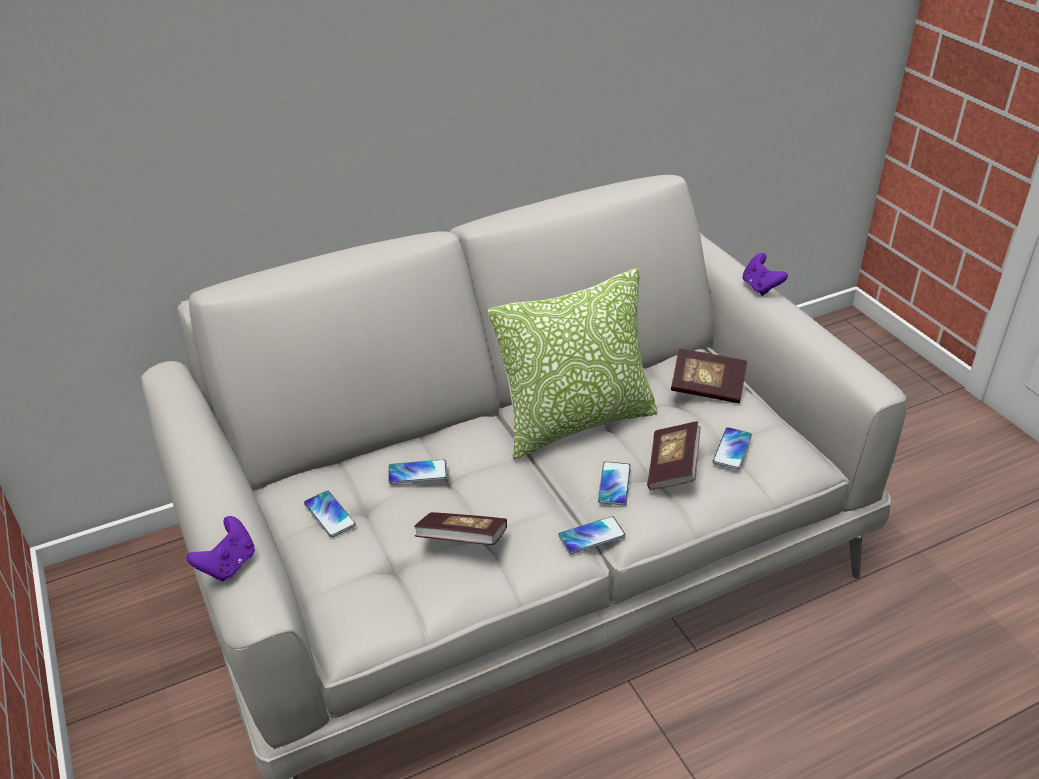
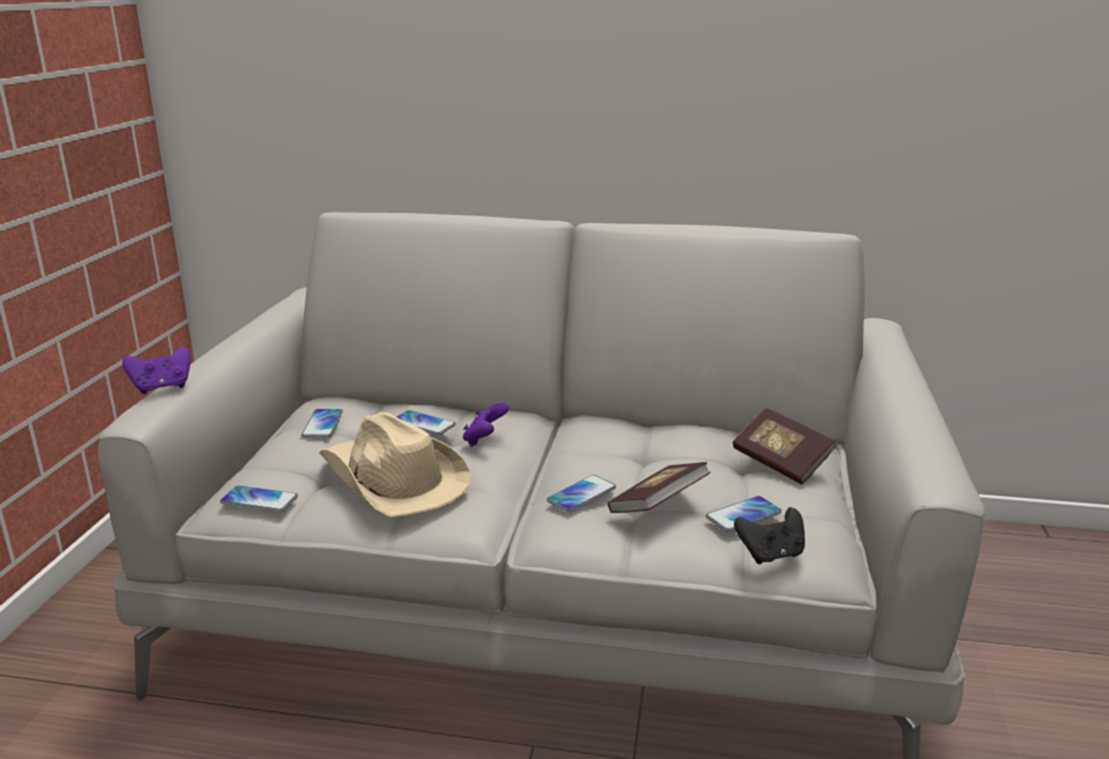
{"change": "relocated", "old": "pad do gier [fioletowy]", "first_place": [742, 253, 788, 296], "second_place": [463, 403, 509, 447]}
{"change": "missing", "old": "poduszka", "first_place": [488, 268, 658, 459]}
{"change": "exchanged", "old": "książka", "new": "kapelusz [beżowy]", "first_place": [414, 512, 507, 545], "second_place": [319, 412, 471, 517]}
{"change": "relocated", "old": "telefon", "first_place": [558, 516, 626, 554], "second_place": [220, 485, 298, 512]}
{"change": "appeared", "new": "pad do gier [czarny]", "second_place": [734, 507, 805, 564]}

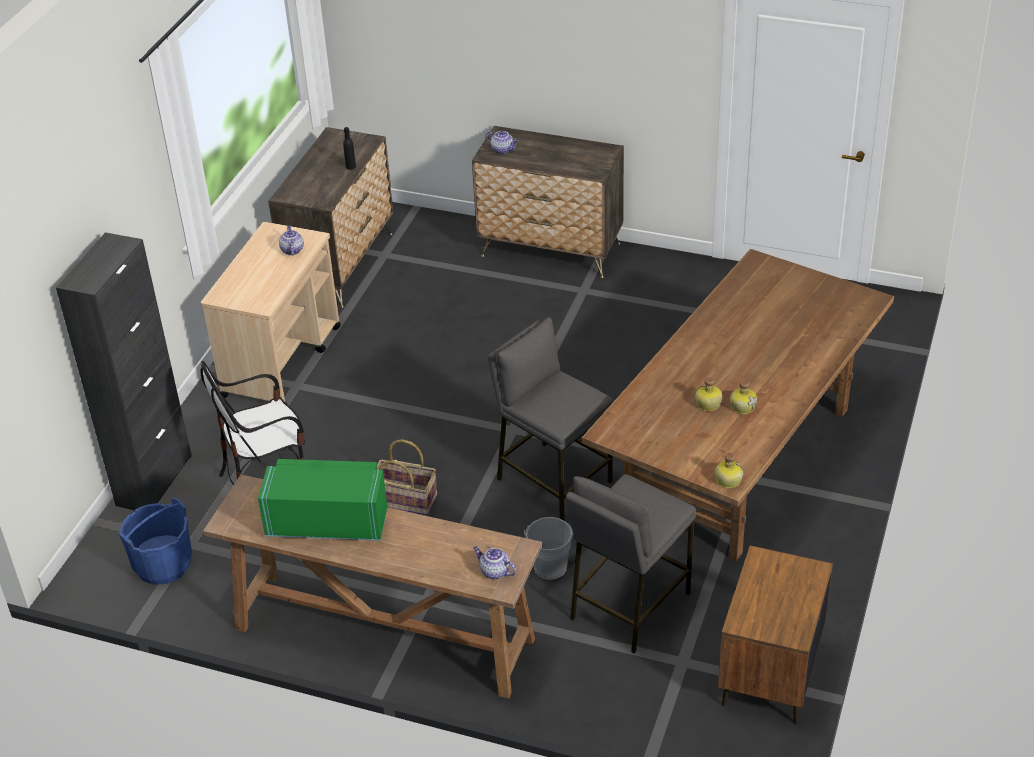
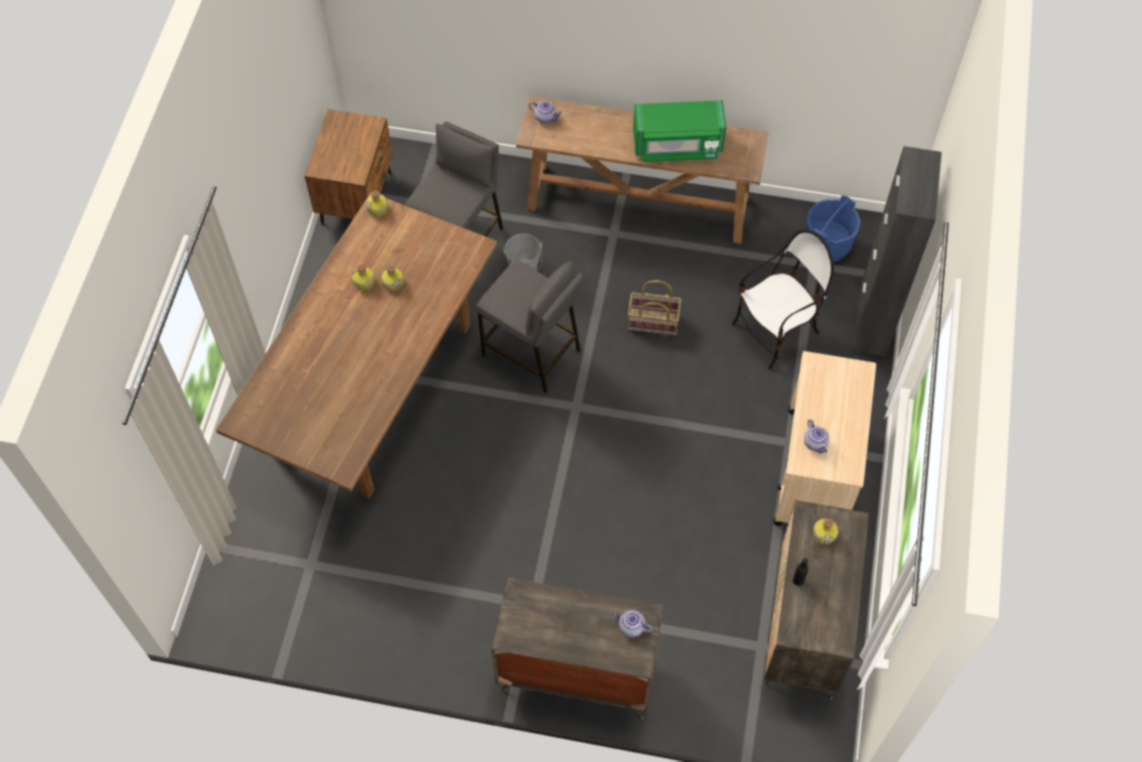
{"change": "appeared", "new": "butelka", "second_place": [813, 518, 838, 544]}

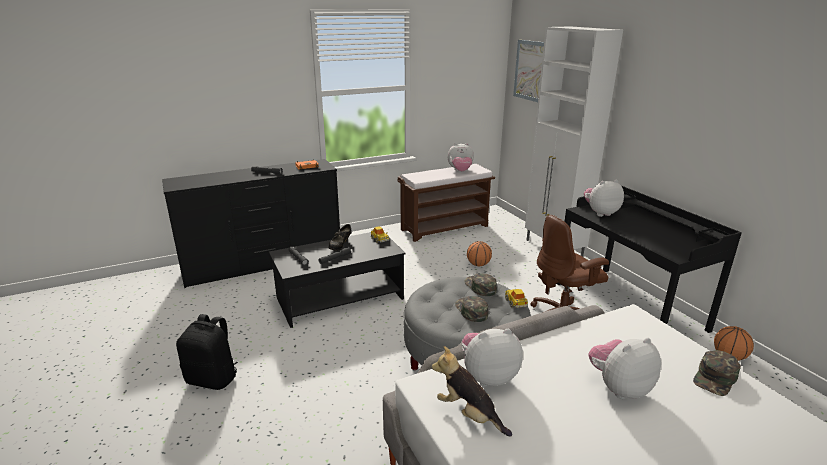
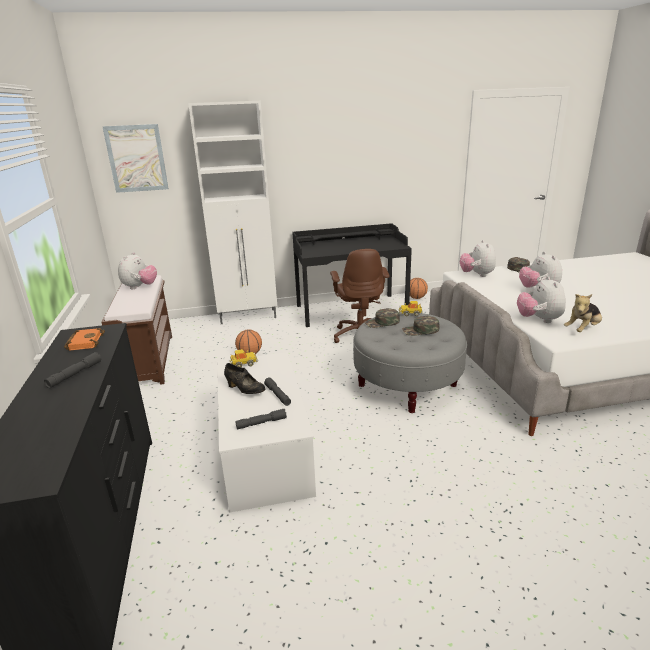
{"change": "relocated", "old": "pluszak", "first_place": [584, 180, 624, 217], "second_place": [460, 240, 496, 277]}
{"change": "colour", "old": "ława [czarny]", "new": "ława [biały]", "first_place": [269, 232, 406, 328], "second_place": [217, 352, 316, 513]}
{"change": "missing", "old": "plecak [czarny]", "first_place": [176, 314, 238, 390]}

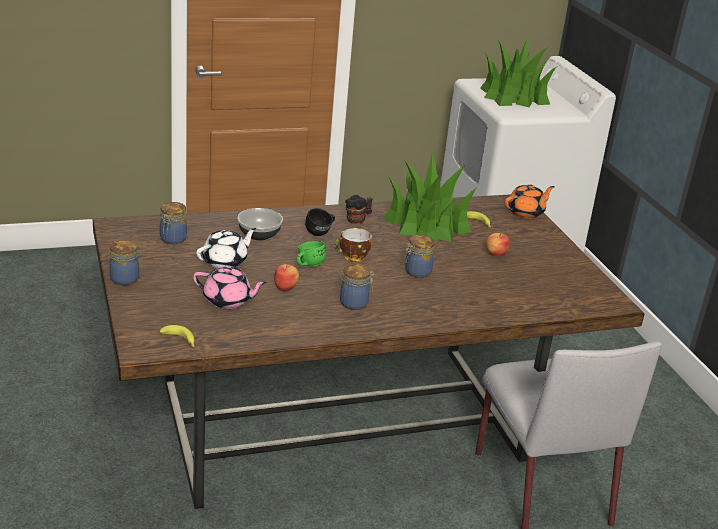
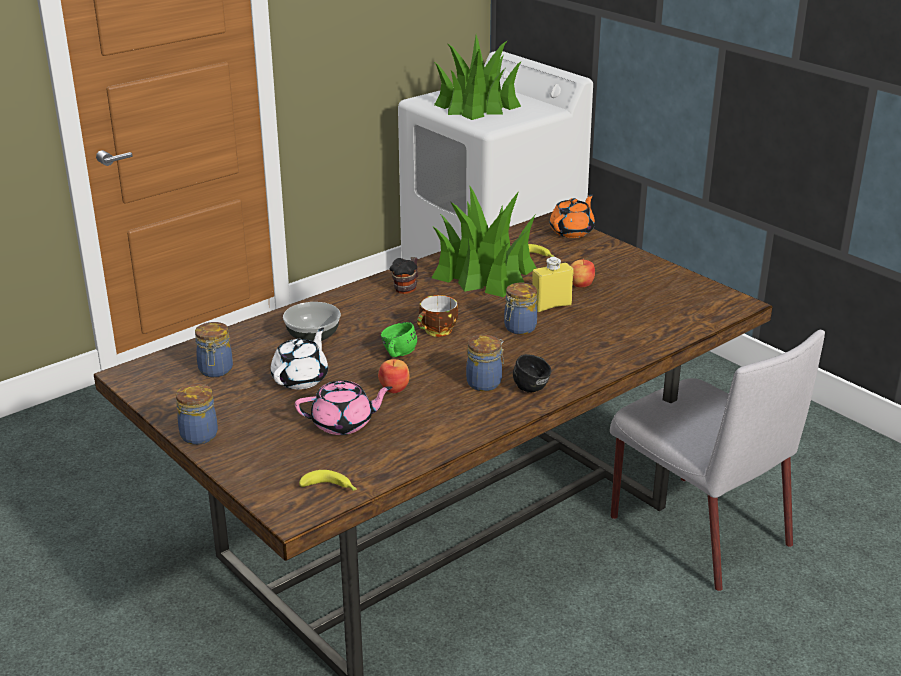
{"change": "relocated", "old": "kubek [czarny]", "first_place": [305, 208, 335, 236], "second_place": [513, 354, 551, 393]}
{"change": "appeared", "new": "butelka [żółty]", "second_place": [532, 257, 574, 312]}

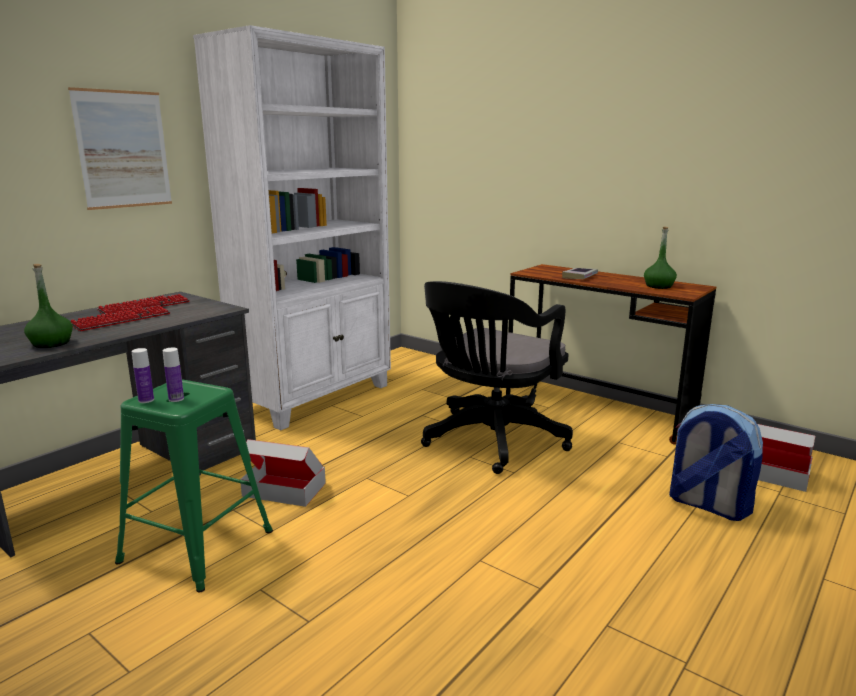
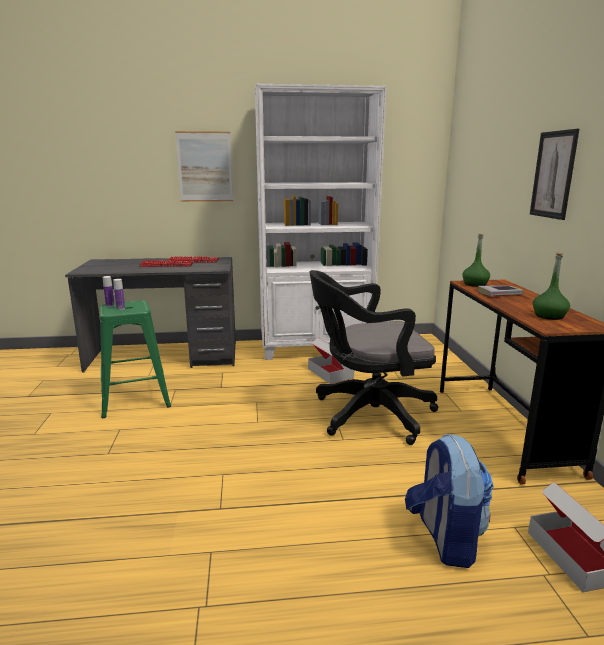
{"change": "relocated", "old": "butelka [zielony]", "first_place": [24, 264, 73, 348], "second_place": [462, 234, 490, 287]}
{"change": "relocated", "old": "karton", "first_place": [240, 439, 326, 507], "second_place": [308, 337, 354, 384]}
{"change": "appeared", "new": "obraz", "second_place": [530, 129, 579, 220]}

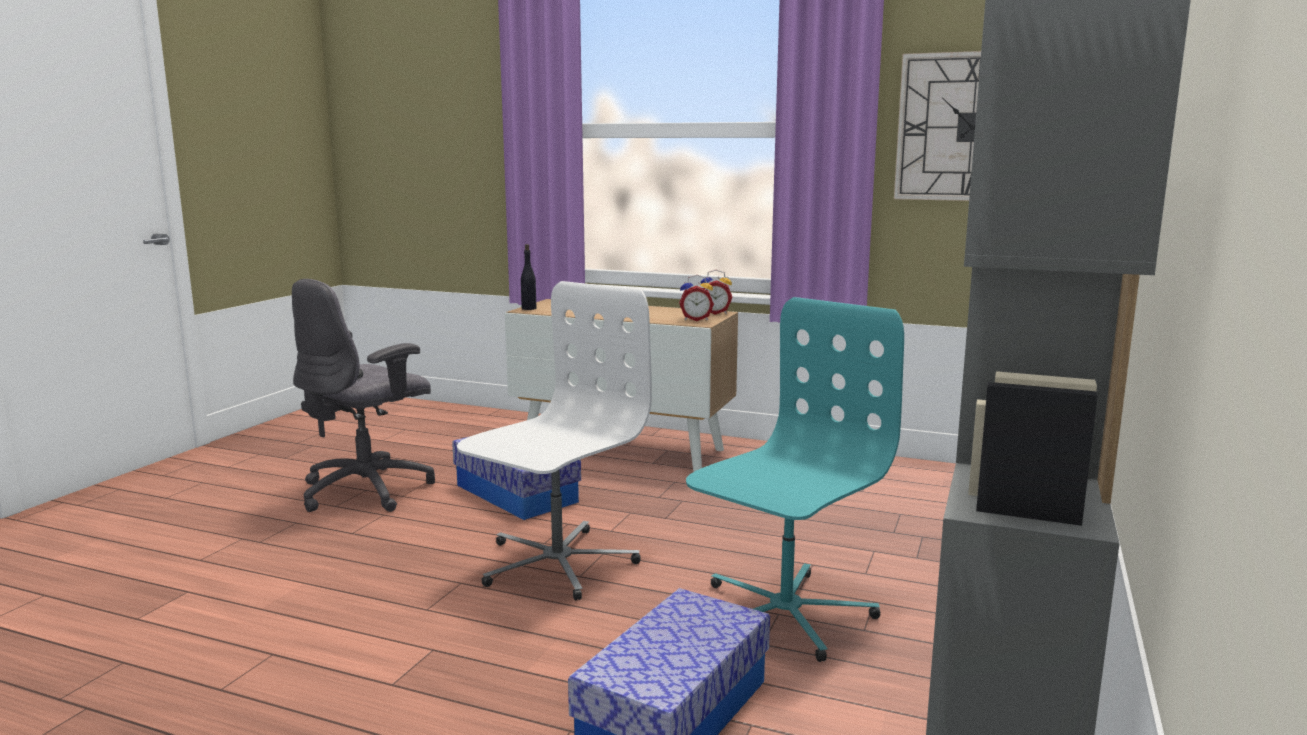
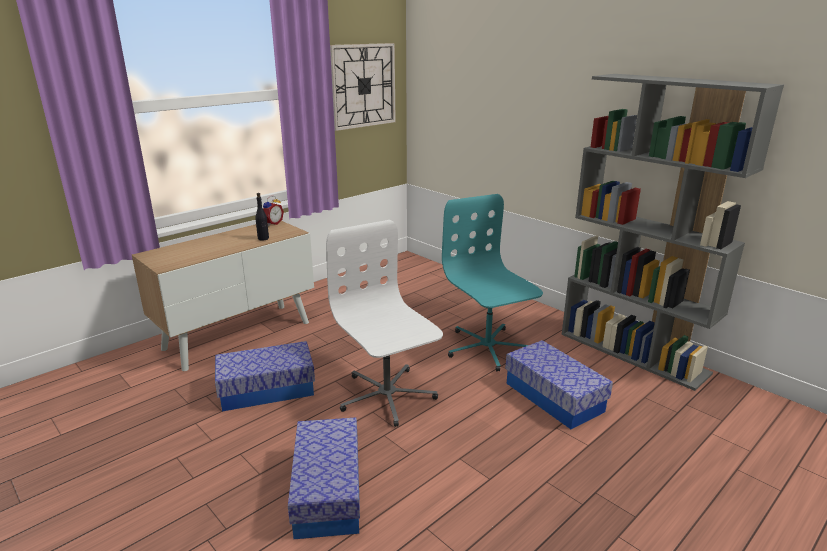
{"change": "relocated", "old": "butelka [czarny]", "first_place": [521, 244, 536, 310], "second_place": [255, 193, 269, 241]}
{"change": "missing", "old": "budzik", "first_place": [679, 275, 714, 321]}
{"change": "missing", "old": "krzesło biurowe [szary]", "first_place": [292, 279, 435, 512]}
{"change": "appeared", "new": "pojemnik do przechowywania", "second_place": [288, 417, 360, 539]}

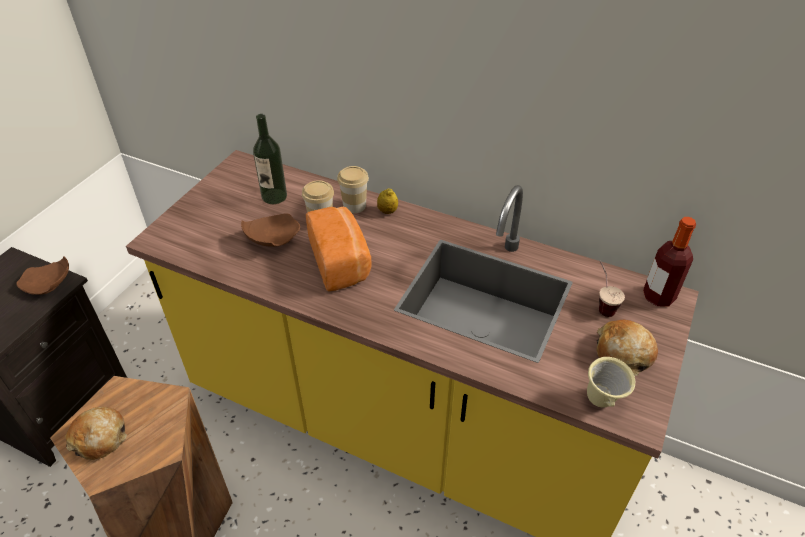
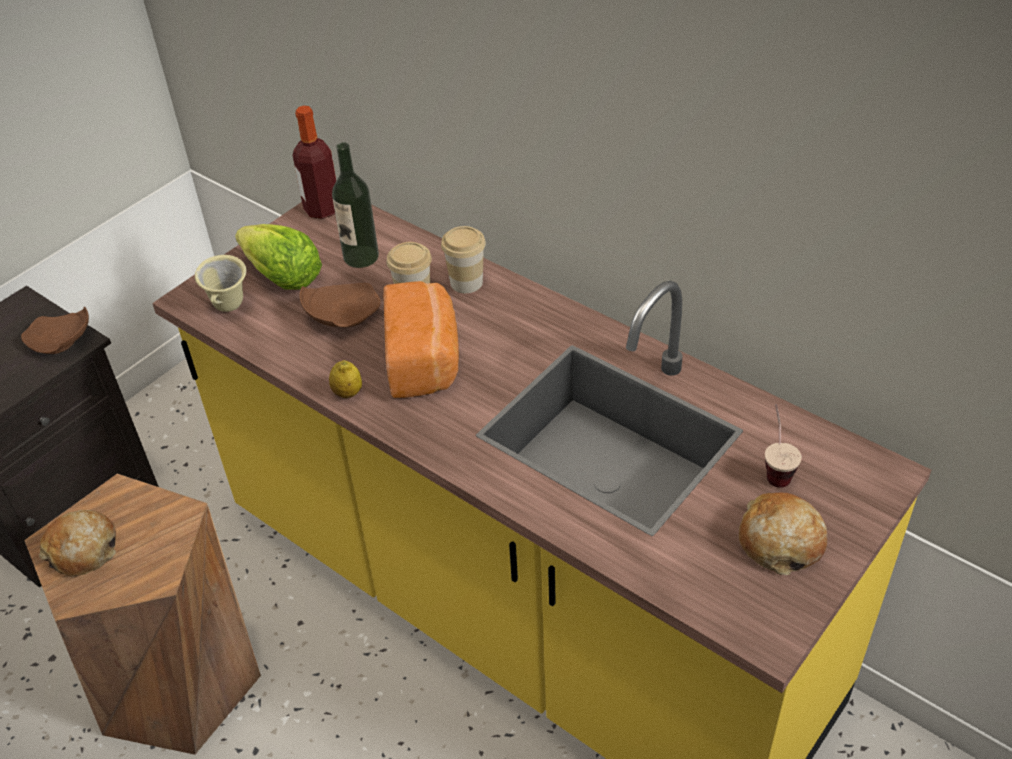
{"change": "relocated", "old": "cytryna", "first_place": [377, 188, 398, 214], "second_place": [329, 360, 362, 398]}
{"change": "relocated", "old": "butelka", "first_place": [643, 217, 696, 307], "second_place": [293, 106, 336, 219]}
{"change": "relocated", "old": "kubek [beżowy]", "first_place": [587, 357, 635, 407], "second_place": [195, 255, 246, 312]}
{"change": "appeared", "new": "sałata", "second_place": [235, 224, 322, 290]}

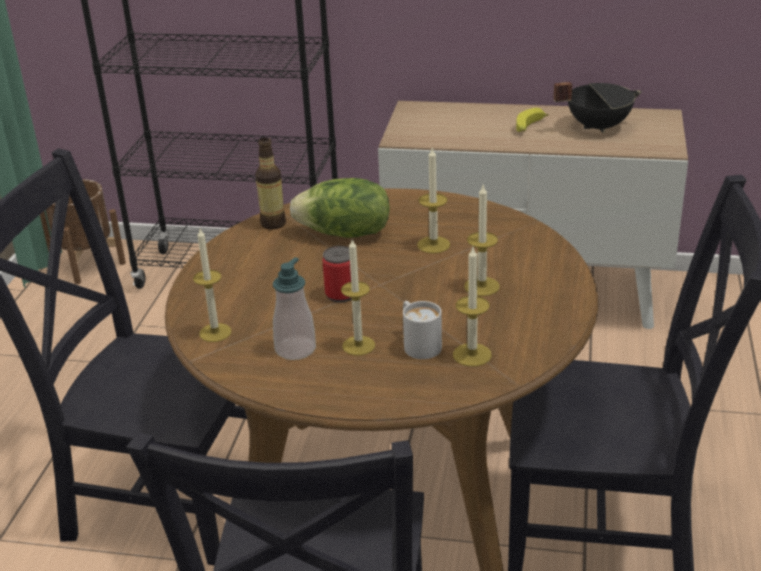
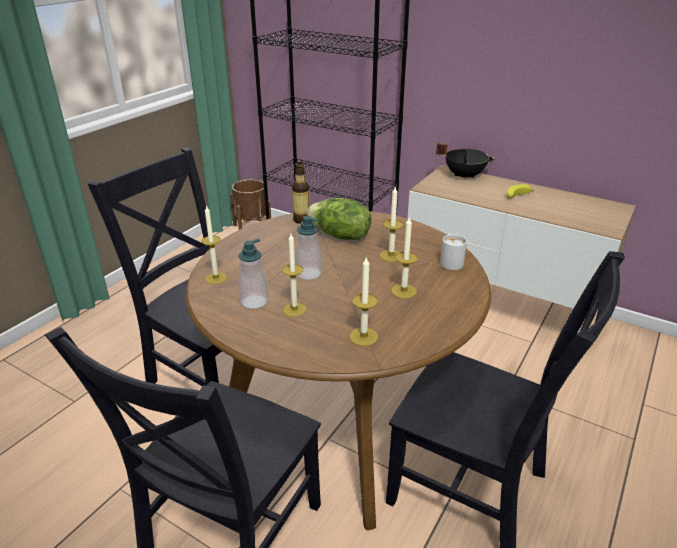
{"change": "relocated", "old": "garnek [czarny]", "first_place": [553, 82, 642, 133], "second_place": [436, 143, 495, 180]}
{"change": "exchanged", "old": "puszka", "new": "dozownik mydła", "first_place": [322, 246, 352, 303], "second_place": [295, 216, 322, 280]}
{"change": "relocated", "old": "kubek [biały]", "first_place": [403, 301, 442, 359], "second_place": [440, 234, 467, 270]}

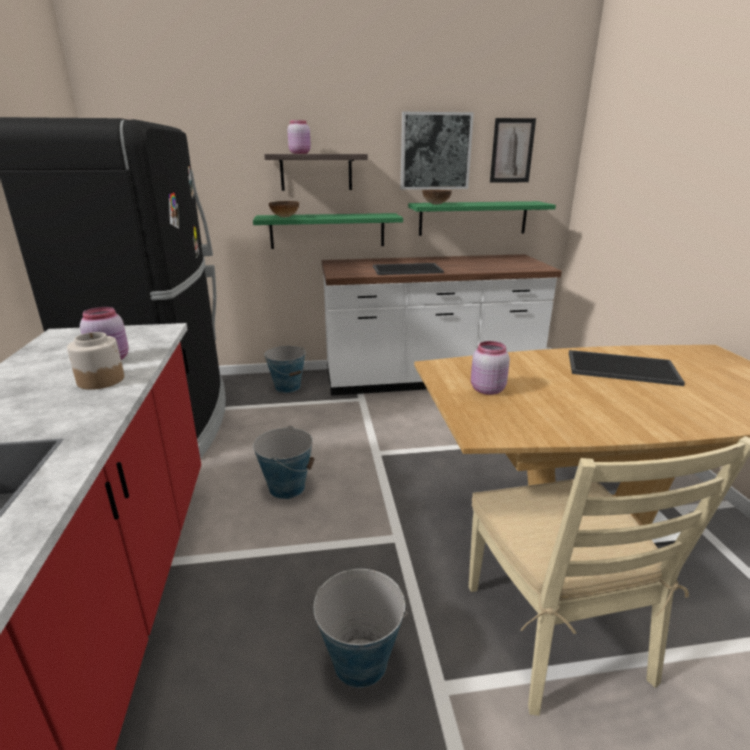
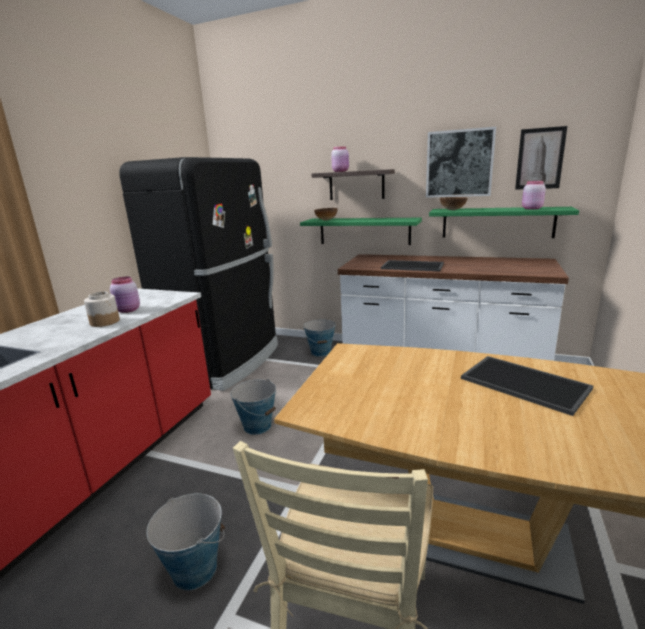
{"change": "relocated", "old": "słoik [różowy]", "first_place": [471, 341, 510, 395], "second_place": [522, 181, 546, 209]}

